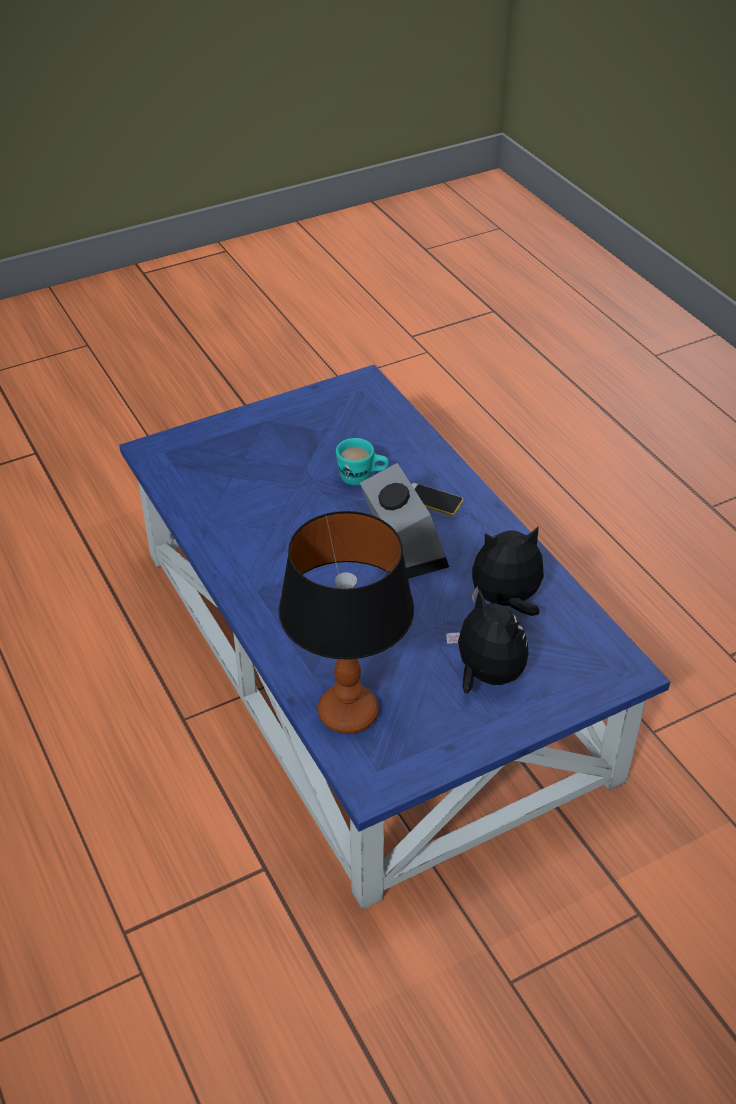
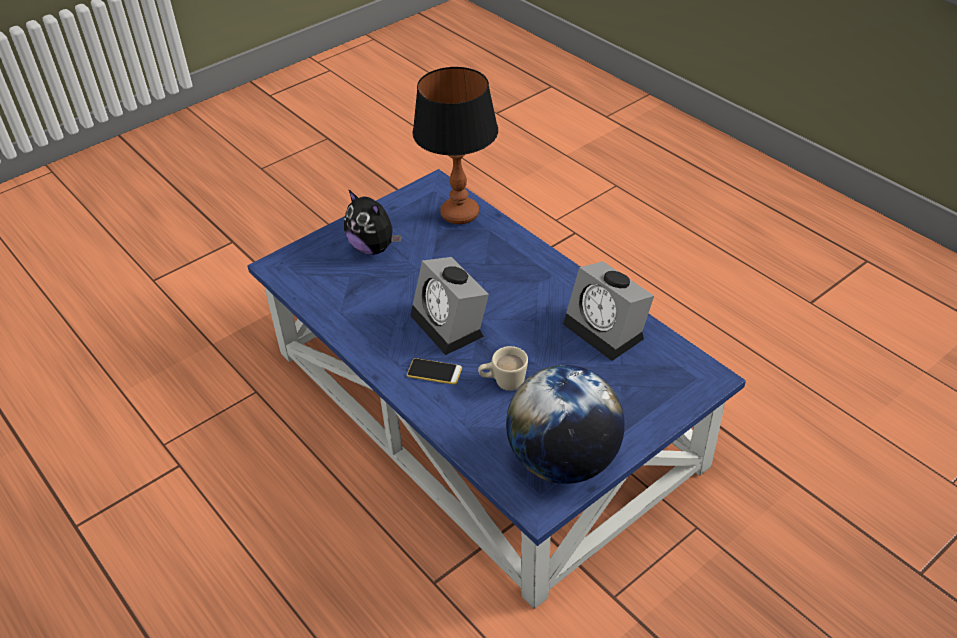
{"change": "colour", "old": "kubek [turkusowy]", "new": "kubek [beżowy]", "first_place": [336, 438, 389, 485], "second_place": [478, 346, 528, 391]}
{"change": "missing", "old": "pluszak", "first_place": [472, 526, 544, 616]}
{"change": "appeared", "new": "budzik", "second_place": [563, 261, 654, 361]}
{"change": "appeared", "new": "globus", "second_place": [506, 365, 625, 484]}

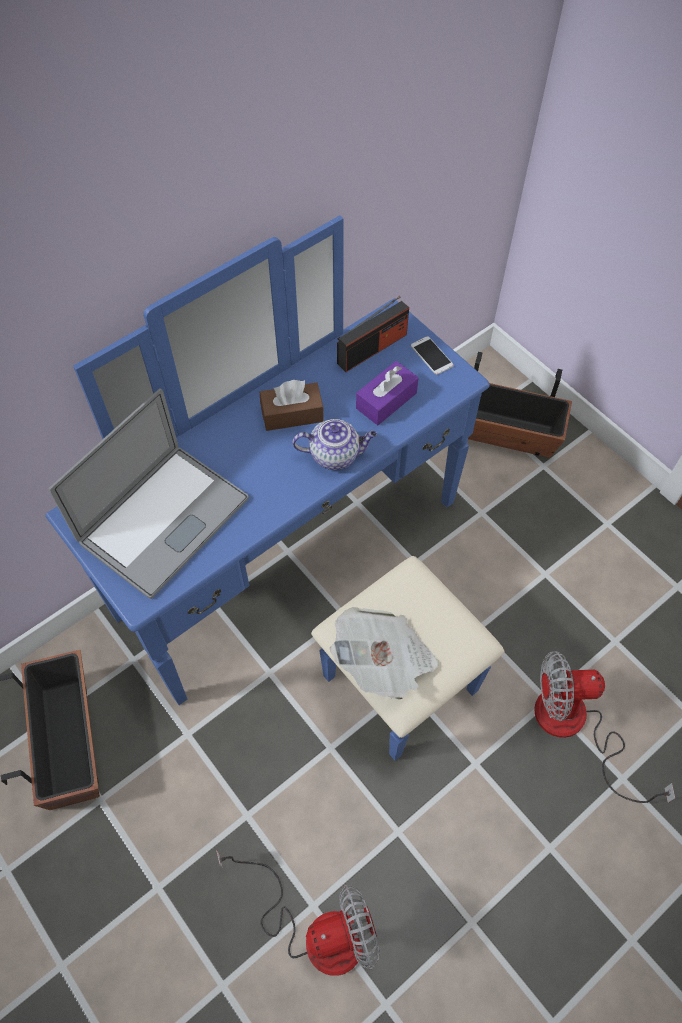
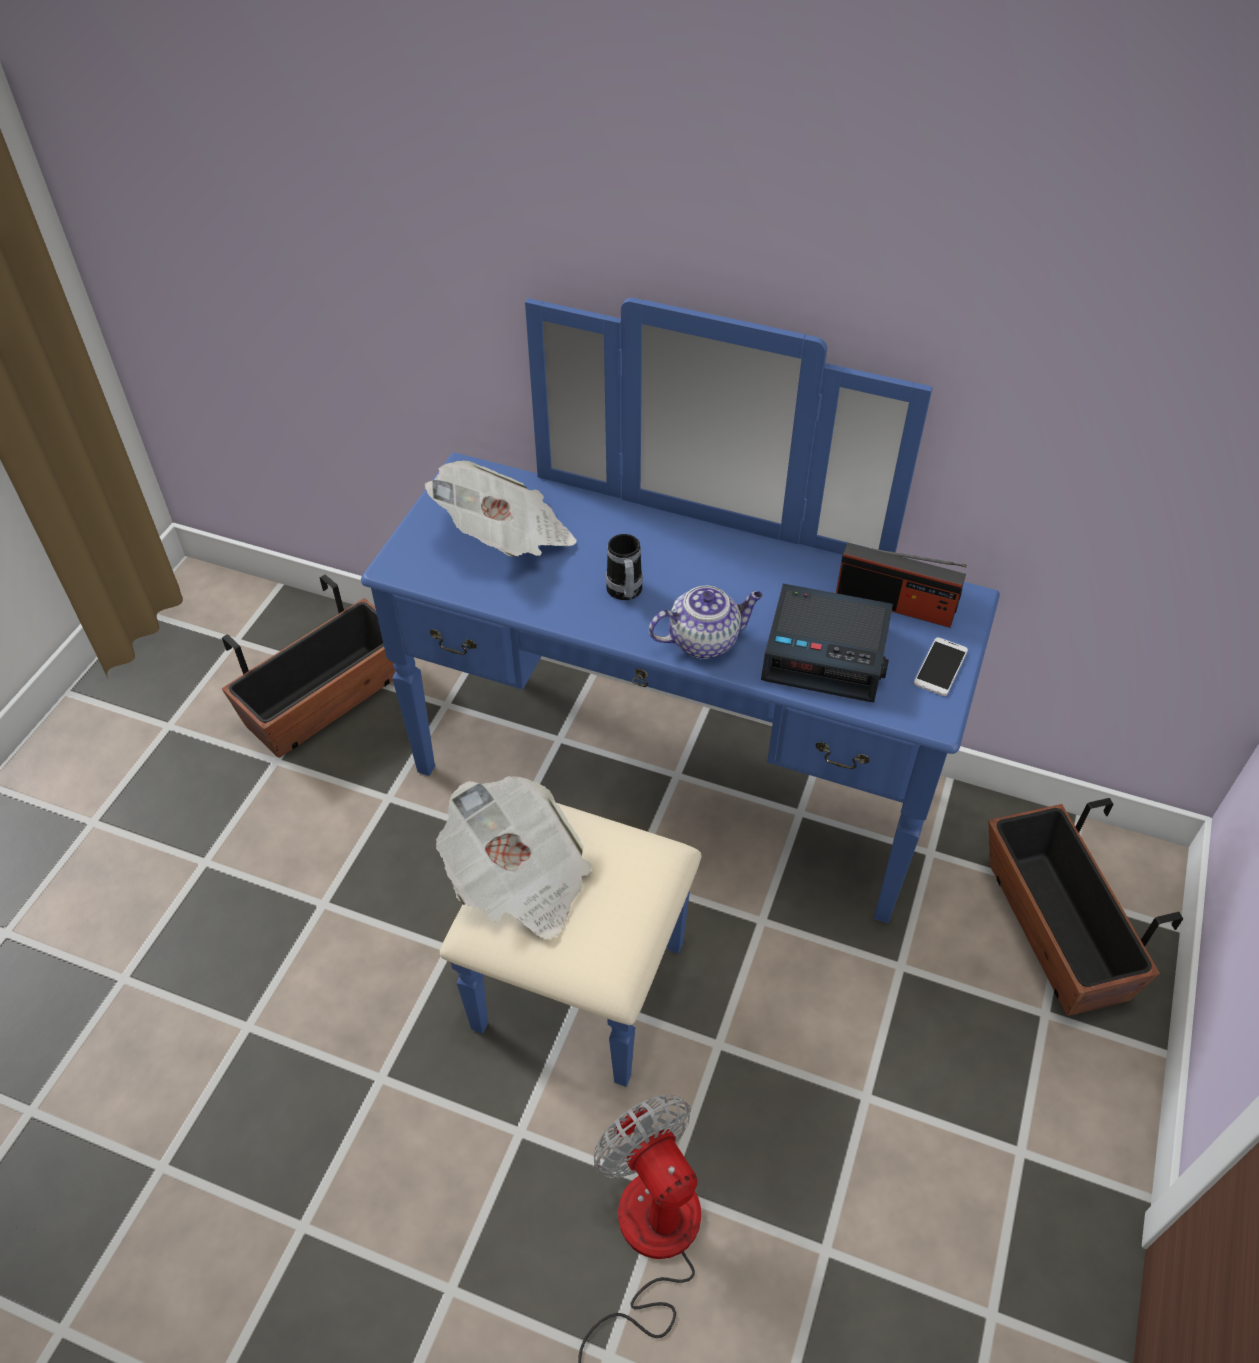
{"change": "exchanged", "old": "pudełko chusteczek [fioletowy]", "new": "budzik", "first_place": [356, 361, 419, 425], "second_place": [761, 584, 893, 702]}
{"change": "missing", "old": "pudełko chusteczek [brązowy]", "first_place": [260, 380, 324, 431]}
{"change": "exchanged", "old": "laptop", "new": "gazeta", "first_place": [48, 388, 249, 599], "second_place": [425, 460, 577, 557]}
{"change": "spun", "old": "imbryk", "first_place": [292, 419, 377, 470], "second_place": [649, 586, 763, 659], "degrees": -75}
{"change": "missing", "old": "wentylator", "first_place": [216, 850, 380, 976]}
{"change": "appeared", "new": "kubek", "second_place": [606, 534, 643, 600]}

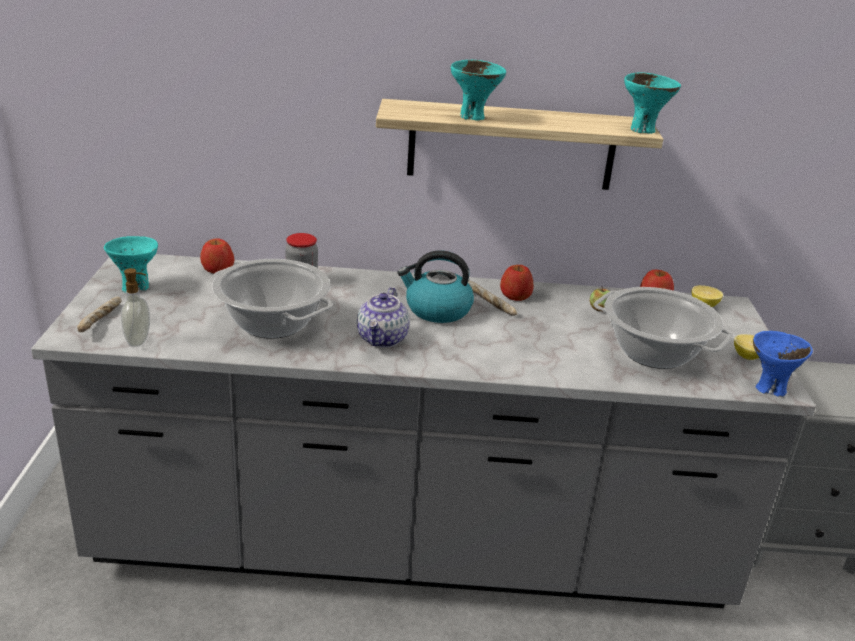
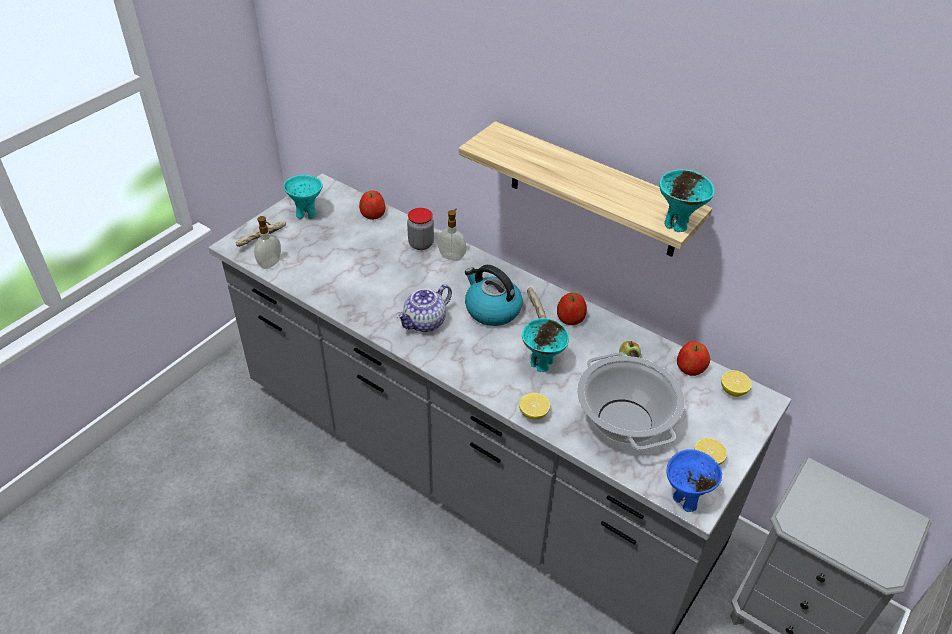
{"change": "relocated", "old": "miska [turkusowy]", "first_place": [451, 60, 506, 121], "second_place": [522, 318, 569, 372]}
{"change": "missing", "old": "garnek", "first_place": [212, 259, 333, 339]}
{"change": "appeared", "new": "dozownik mydła", "second_place": [437, 209, 467, 261]}
{"change": "appeared", "new": "cytryna", "second_place": [519, 393, 550, 420]}

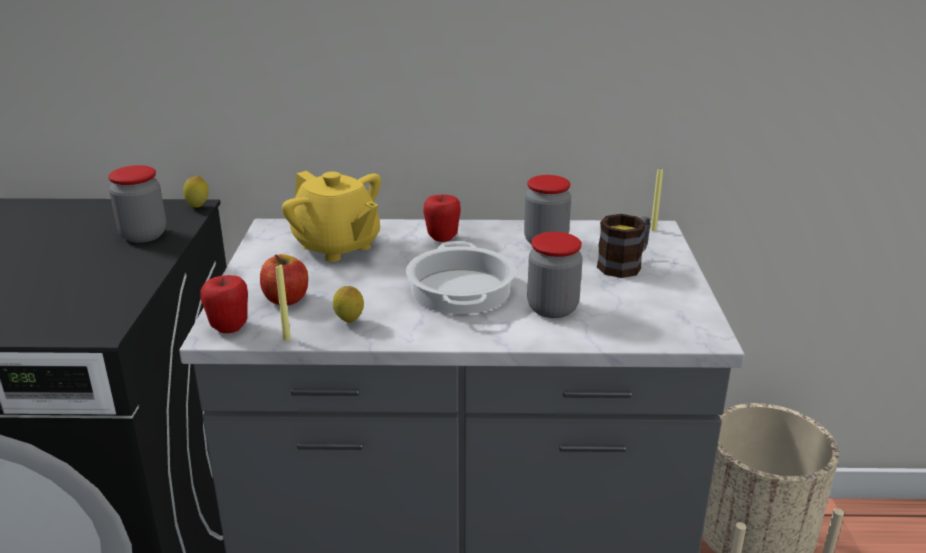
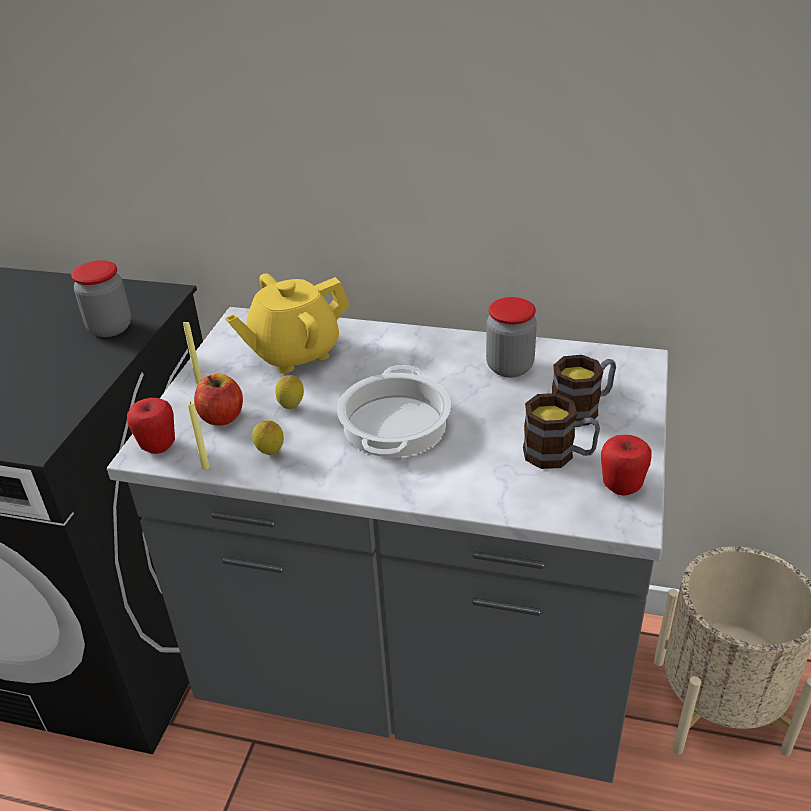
{"change": "relocated", "old": "świeca [żółty]", "first_place": [650, 167, 663, 231], "second_place": [183, 320, 202, 384]}
{"change": "spun", "old": "imbryk [żółty]", "first_place": [282, 171, 381, 262], "second_place": [225, 273, 350, 373], "degrees": 90}
{"change": "relocated", "old": "cytryna", "first_place": [183, 175, 209, 208], "second_place": [275, 375, 304, 409]}
{"change": "relocated", "old": "jabłko", "first_place": [424, 194, 461, 242], "second_place": [601, 435, 652, 496]}
{"change": "missing", "old": "słoik", "first_place": [527, 232, 582, 318]}
{"change": "appeared", "new": "kubek", "second_place": [523, 393, 600, 469]}

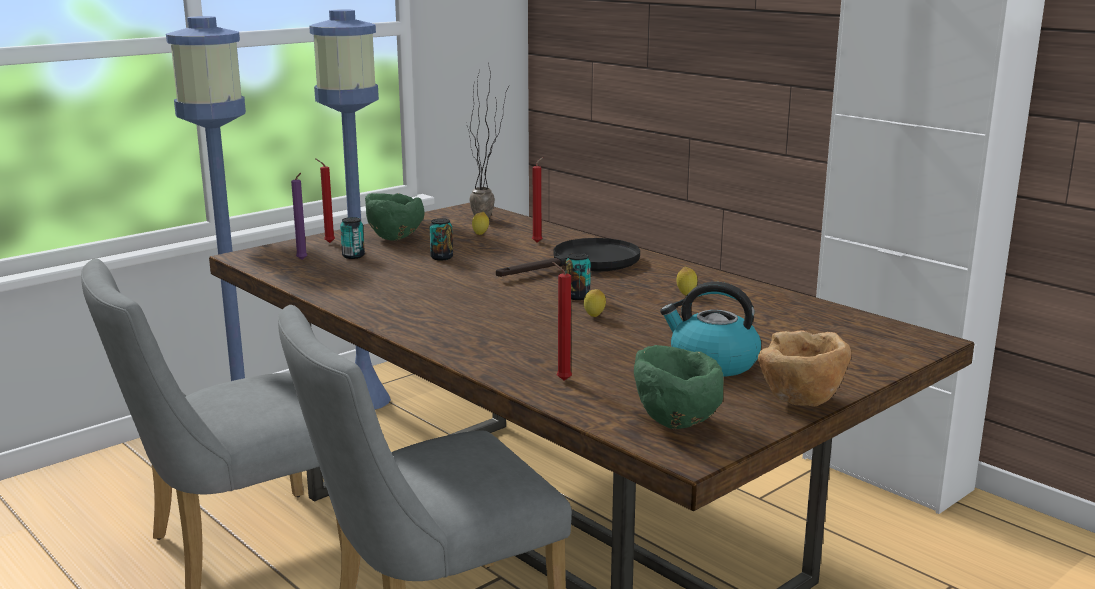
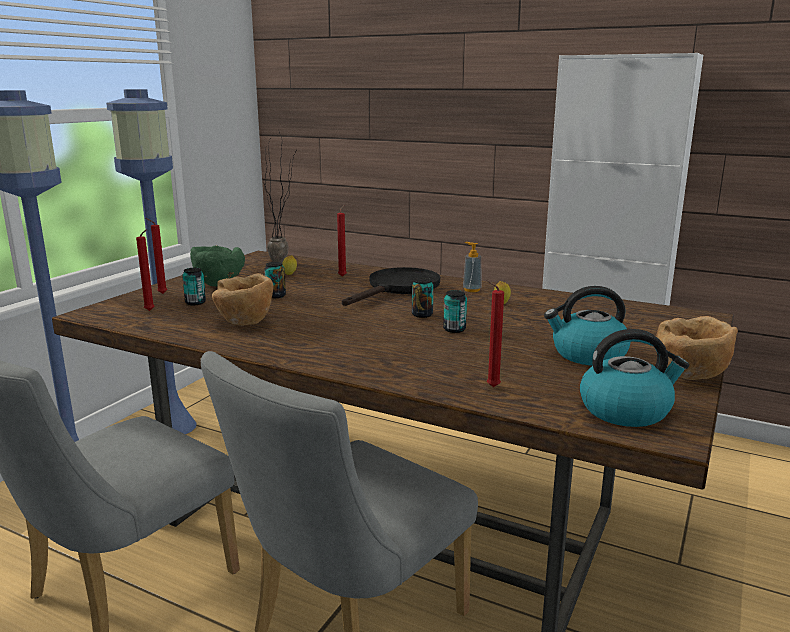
{"change": "colour", "old": "świeca [fioletowy]", "new": "świeca [czerwony]", "first_place": [291, 173, 307, 260], "second_place": [136, 229, 154, 311]}
{"change": "exchanged", "old": "cytryna", "new": "puszka", "first_place": [584, 289, 606, 317], "second_place": [443, 290, 467, 333]}
{"change": "exchanged", "old": "miska [zielony]", "new": "czajnik", "first_place": [634, 345, 724, 429], "second_place": [580, 329, 689, 427]}
{"change": "appeared", "new": "dozownik mydła", "second_place": [463, 242, 482, 292]}
{"change": "appeared", "new": "miska [brązowy]", "second_place": [212, 273, 274, 326]}

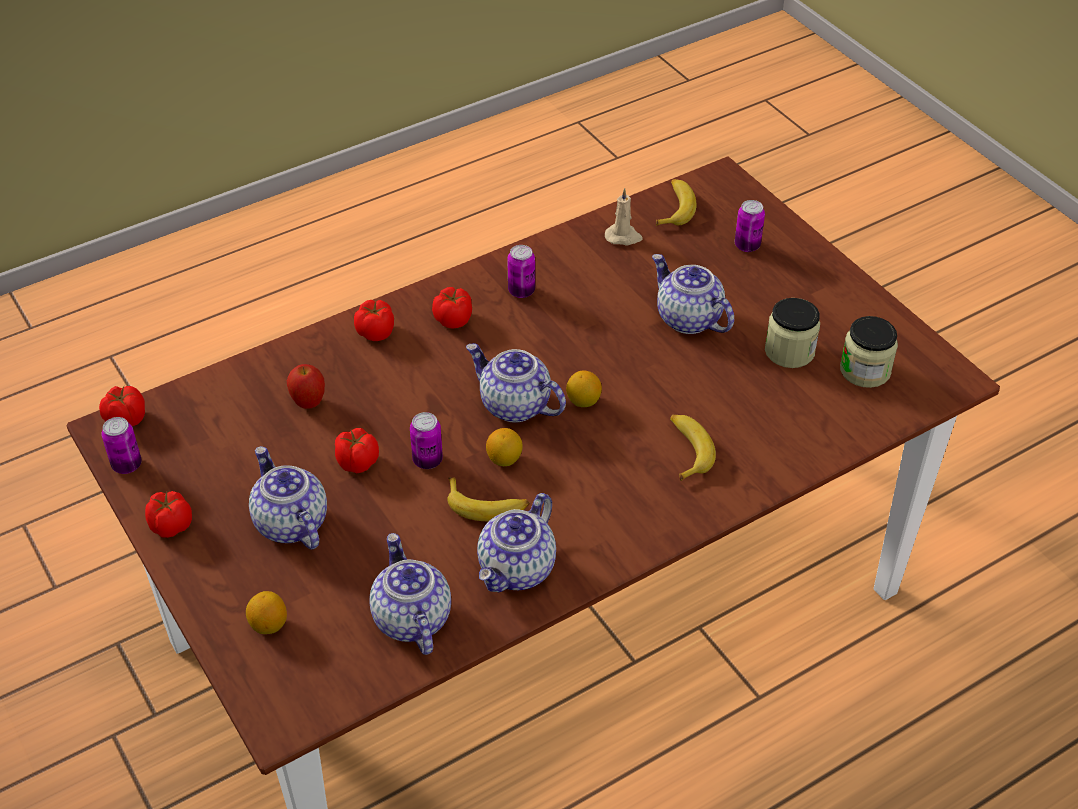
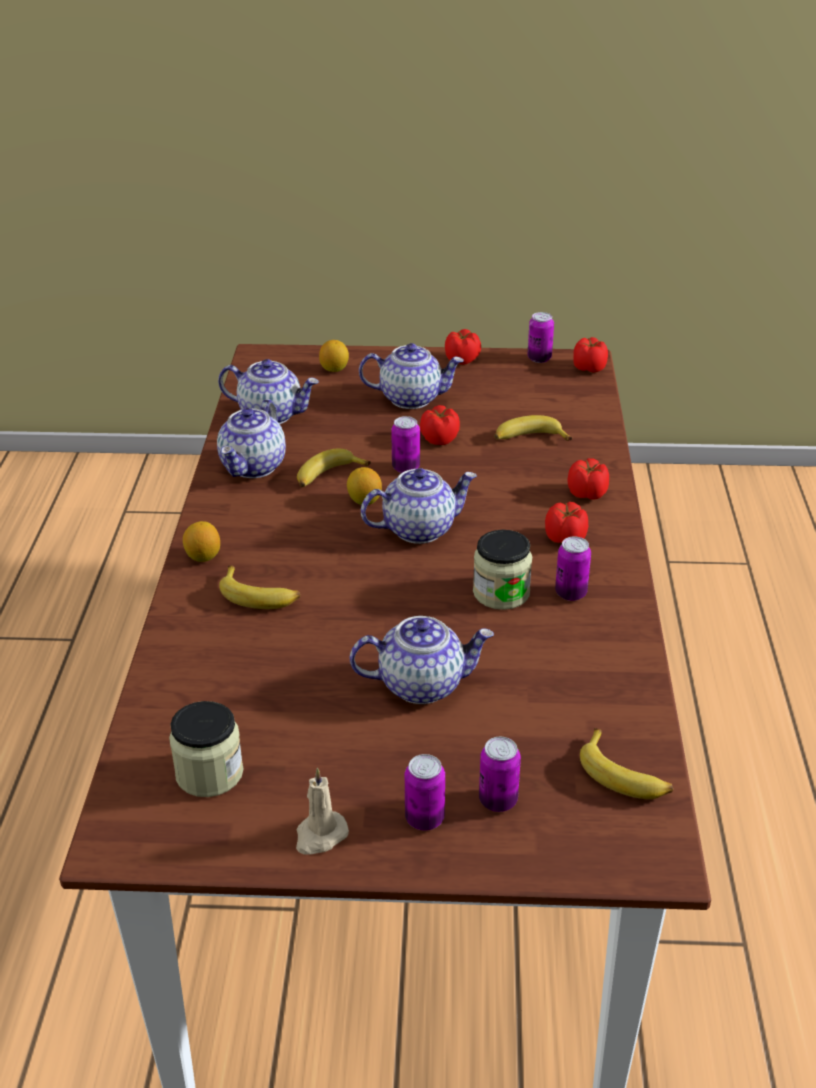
{"change": "relocated", "old": "świeca [beżowy]", "first_place": [605, 188, 643, 245], "second_place": [296, 768, 349, 854]}
{"change": "relocated", "old": "słoik", "first_place": [765, 298, 820, 368], "second_place": [473, 530, 532, 610]}
{"change": "exchanged", "old": "jabłko", "new": "banan", "first_place": [287, 364, 325, 409], "second_place": [494, 415, 572, 441]}
{"change": "relocated", "old": "cytryna", "first_place": [566, 370, 602, 407], "second_place": [183, 521, 220, 562]}
{"change": "spun", "old": "imbryk", "first_place": [477, 493, 556, 592], "second_place": [217, 399, 286, 478], "degrees": -135}
{"change": "appeared", "new": "puszka", "second_place": [405, 754, 445, 831]}

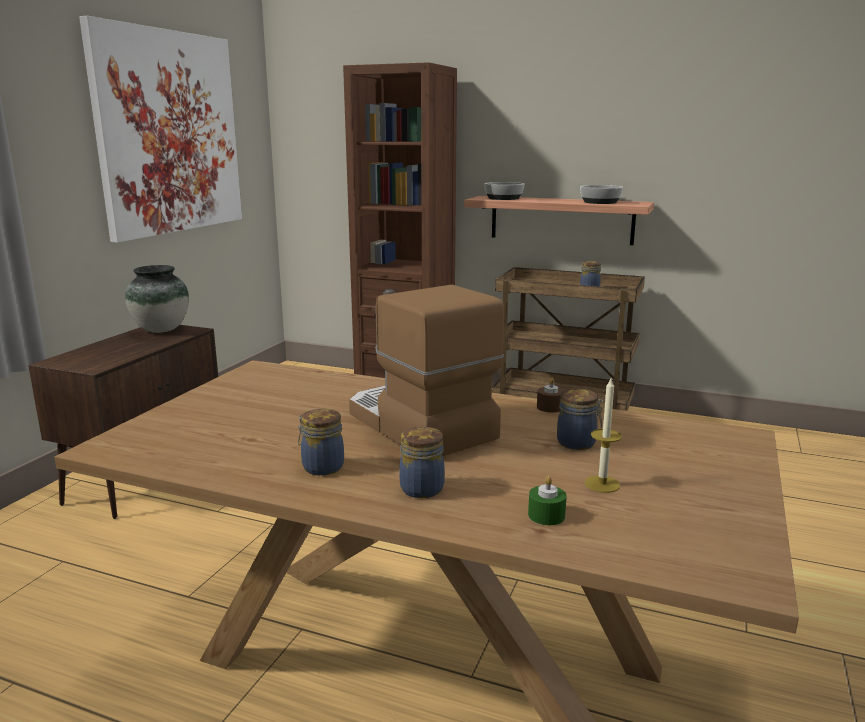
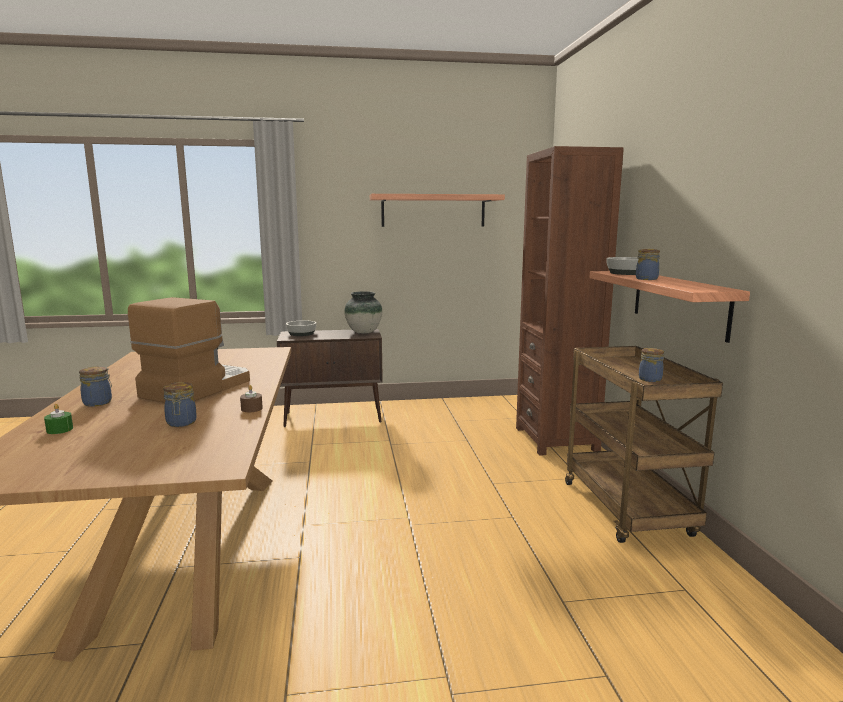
{"change": "exchanged", "old": "obraz", "new": "półka", "first_place": [79, 16, 242, 243], "second_place": [370, 194, 505, 227]}
{"change": "relocated", "old": "miska", "first_place": [580, 185, 623, 204], "second_place": [286, 320, 317, 336]}
{"change": "missing", "old": "świeca", "first_place": [585, 379, 622, 493]}
{"change": "relocated", "old": "słoik", "first_place": [298, 409, 344, 475], "second_place": [636, 249, 660, 280]}

